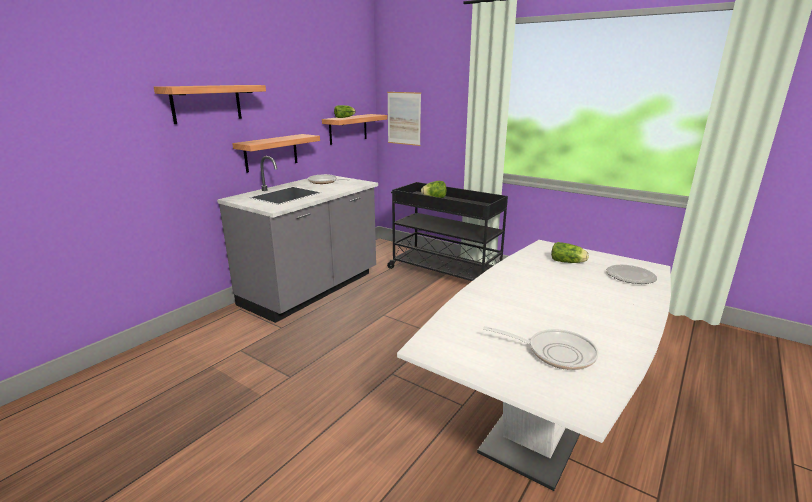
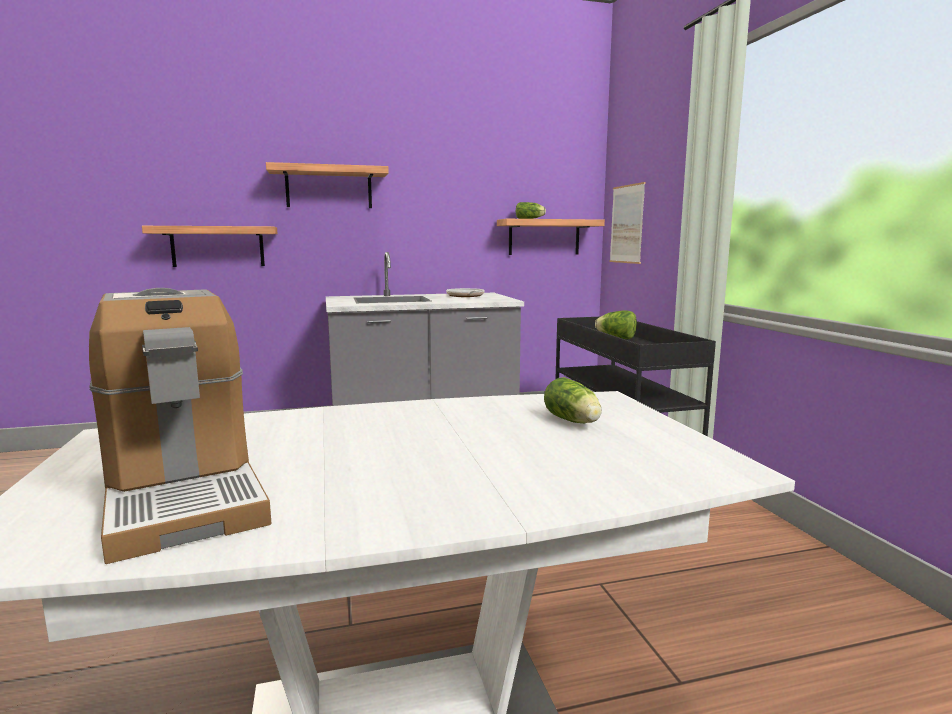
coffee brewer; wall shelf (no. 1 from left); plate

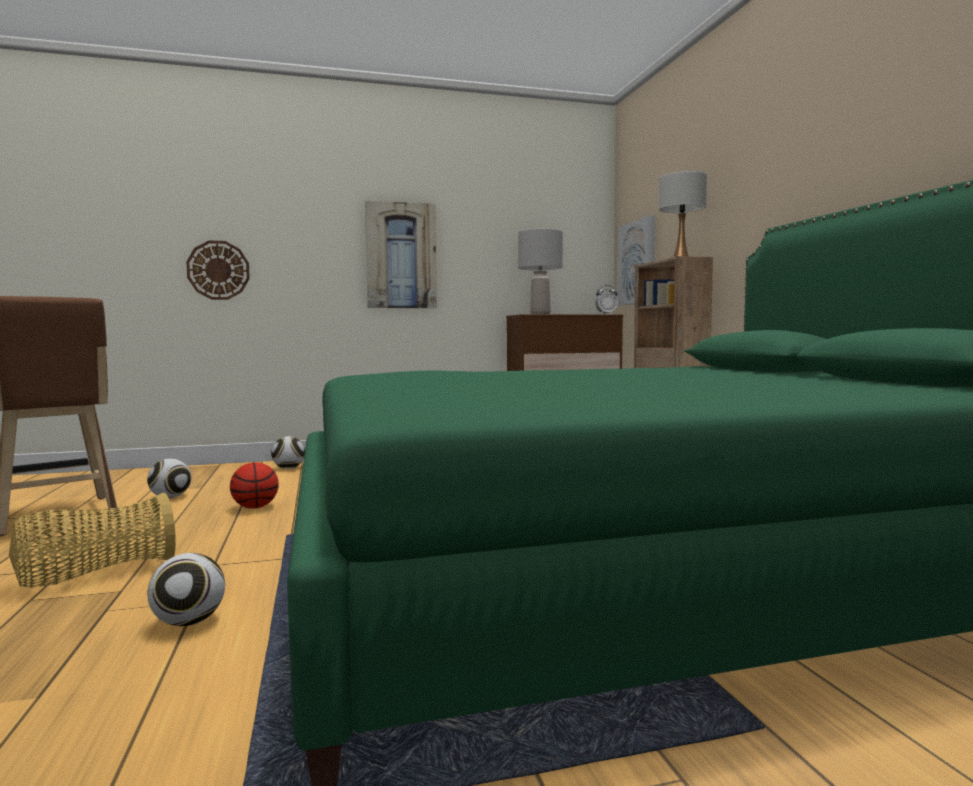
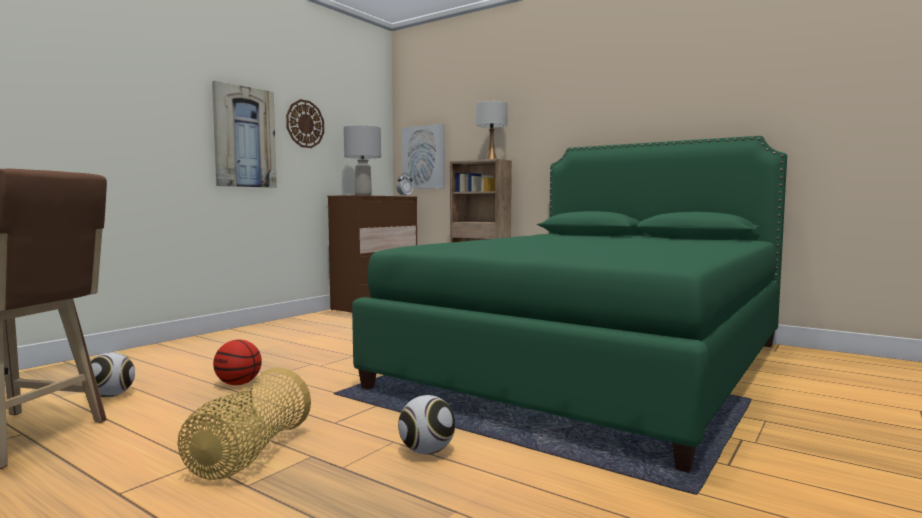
hanging clock; football ball (no. 3 from left in the first image)

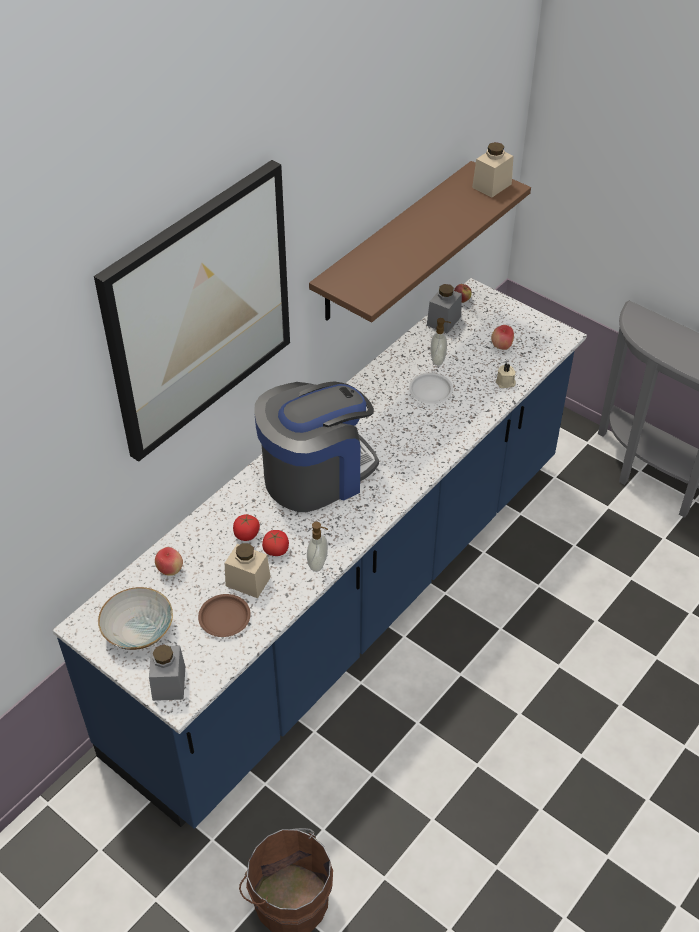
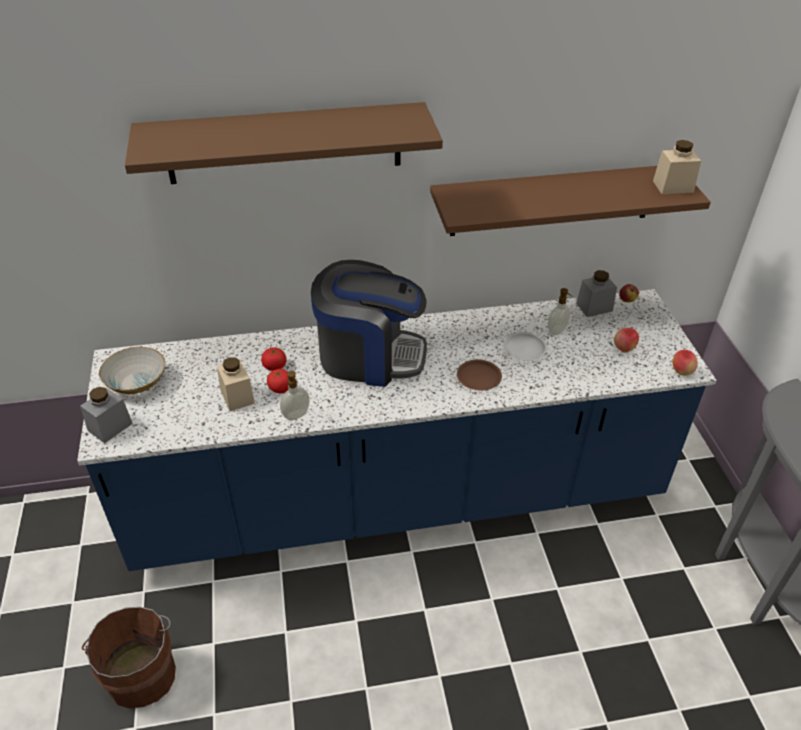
brown wall shelf (no. 1 from left); brown plate; apple fruit (no. 3 from left); beige-coloured wax light

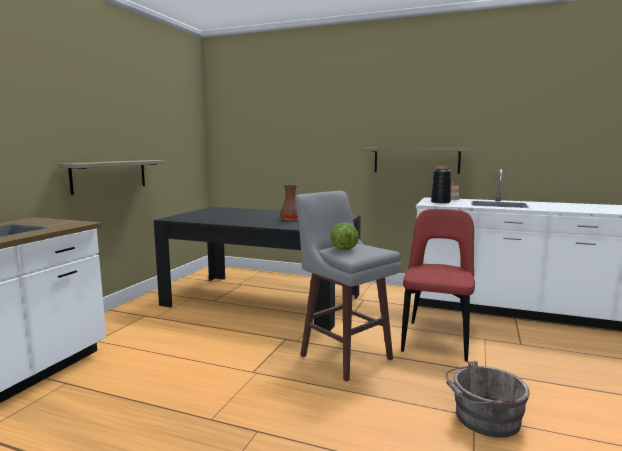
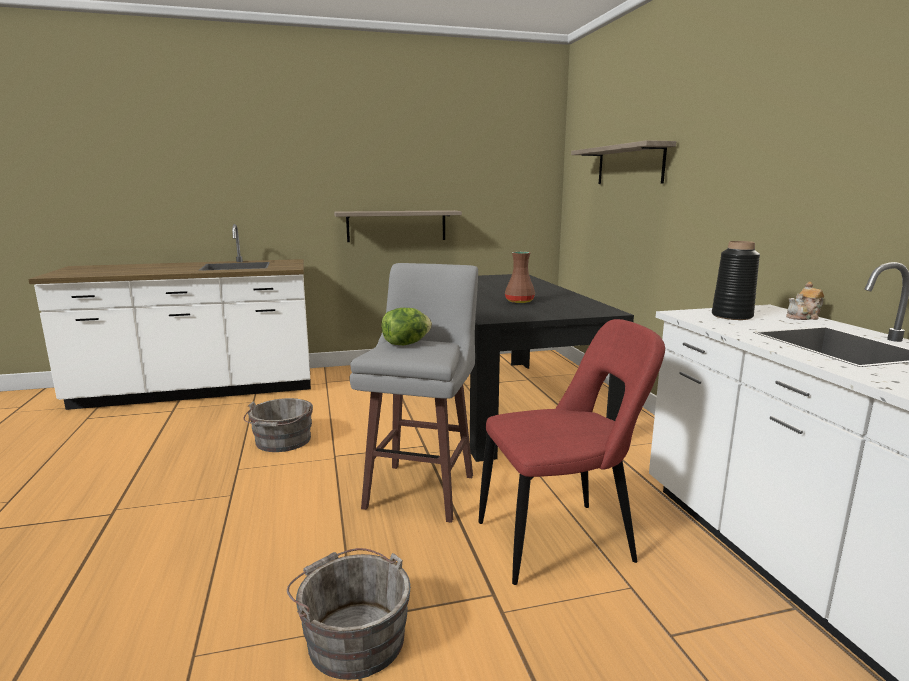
grey pail (no. 1 from left); wall shelf (no. 2 from left)

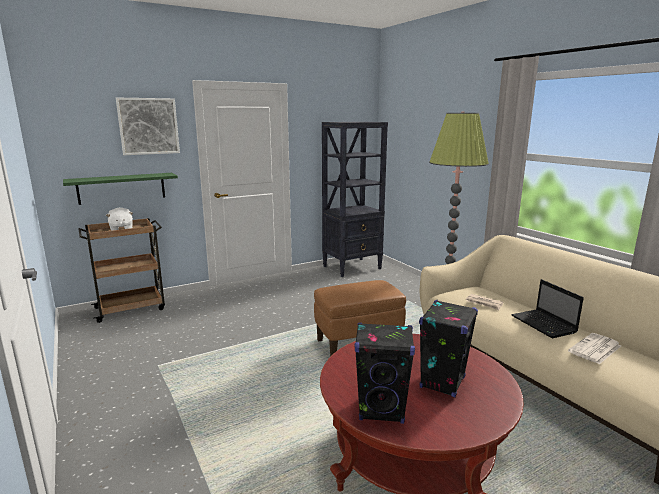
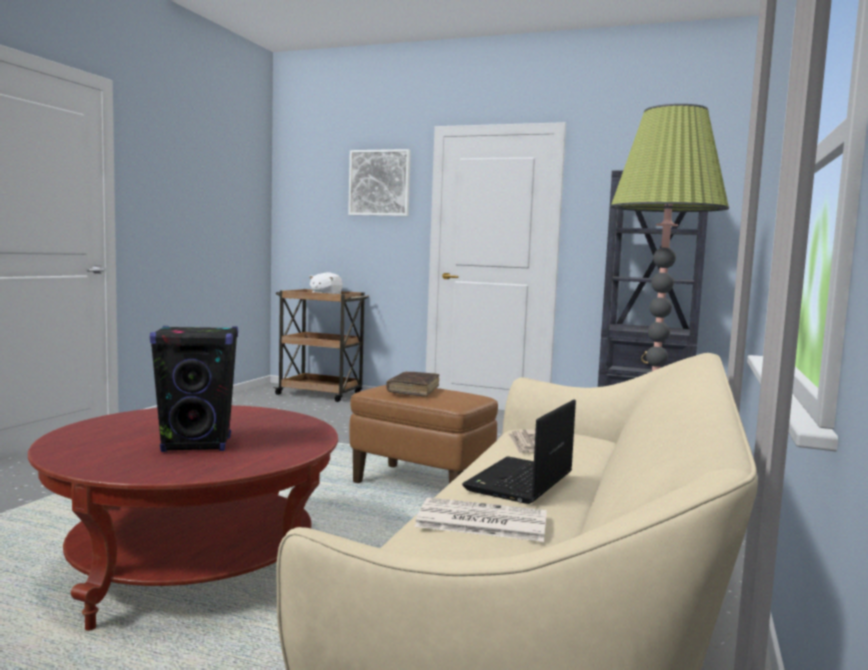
brown book; greenish wall shelf; blackish speaker (no. 1 from left in the first image)

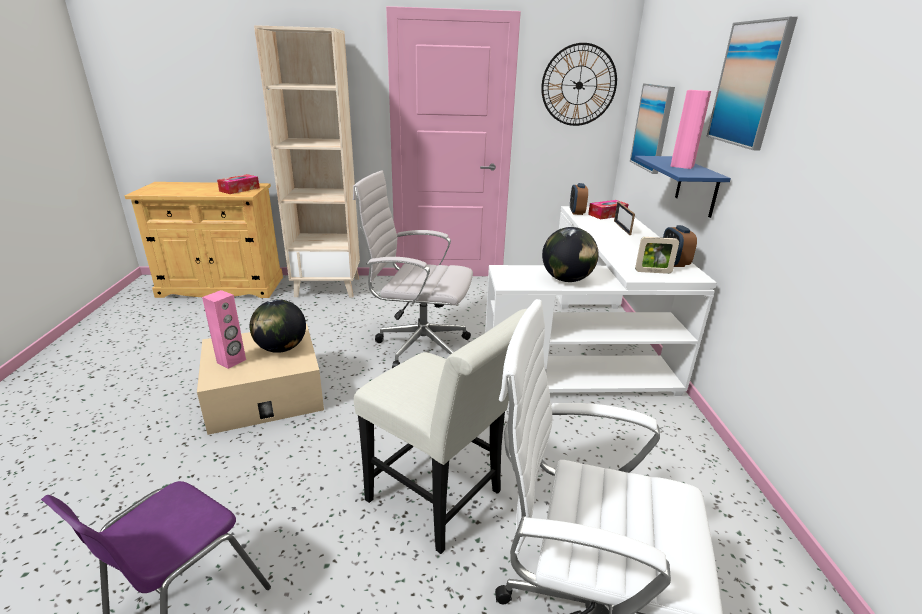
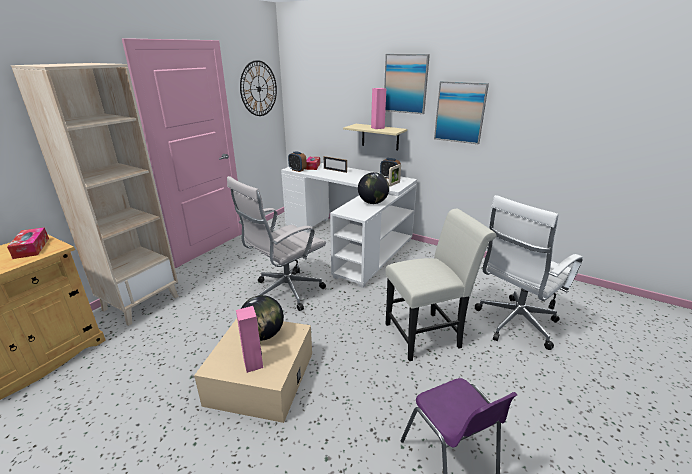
beige-coloured wall shelf; wall art (no. 2 from left)

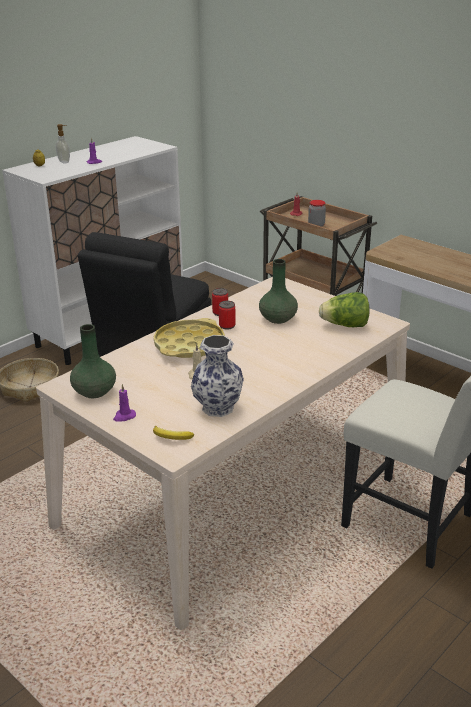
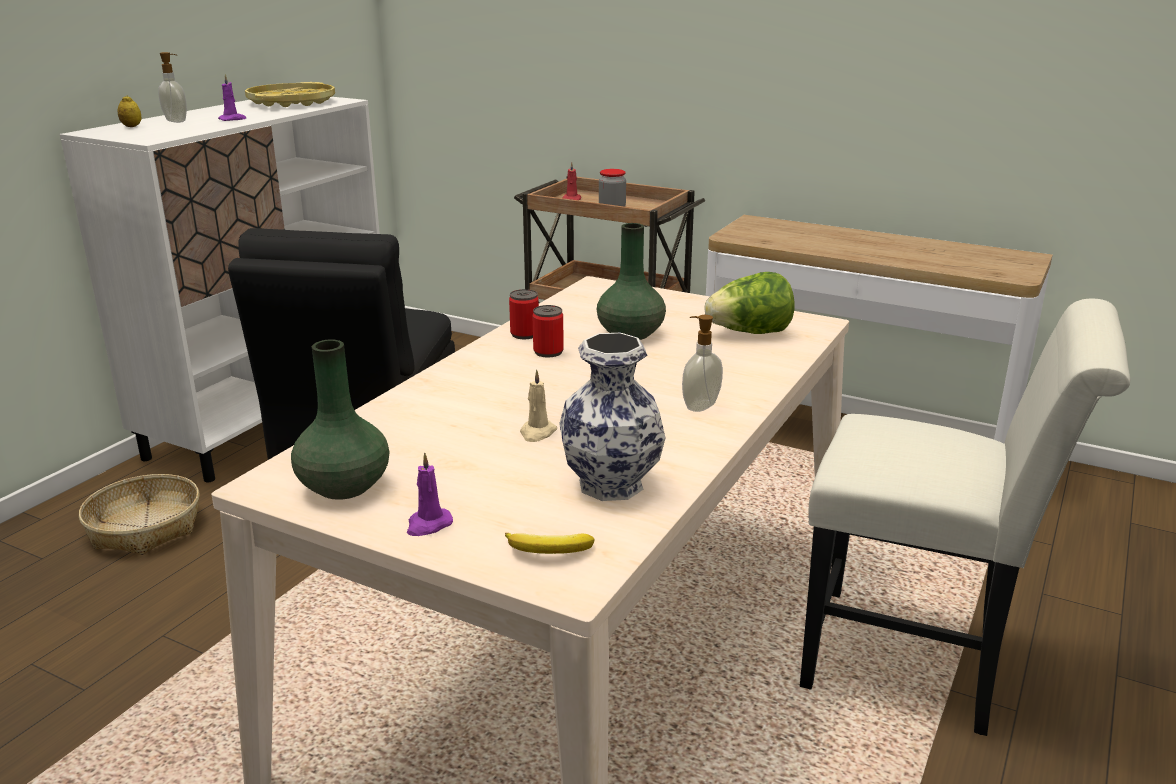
yellowish carrying tray; liquid soap bottle (no. 2 from left)

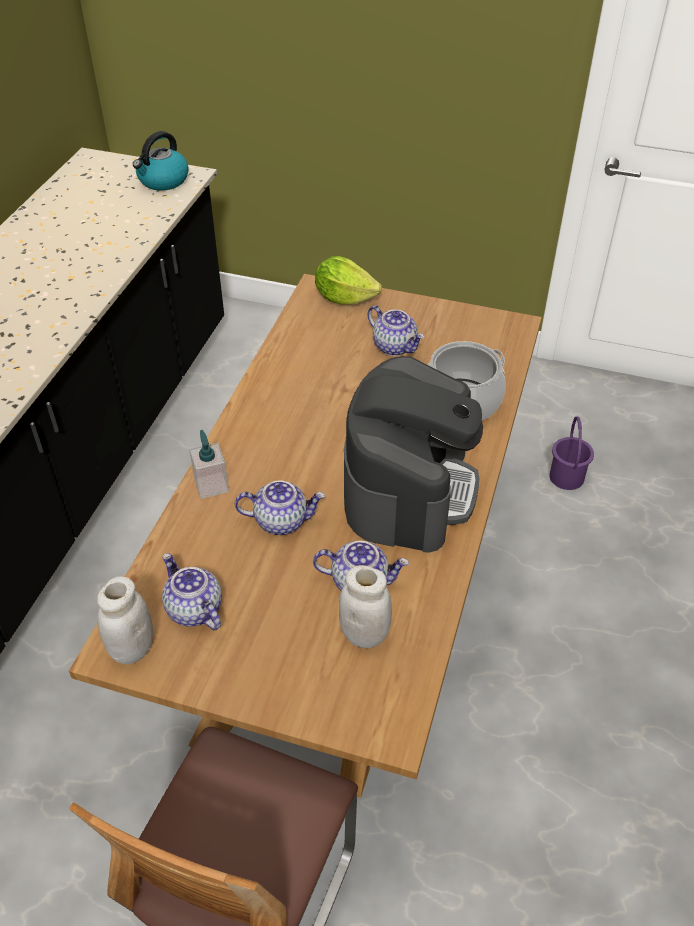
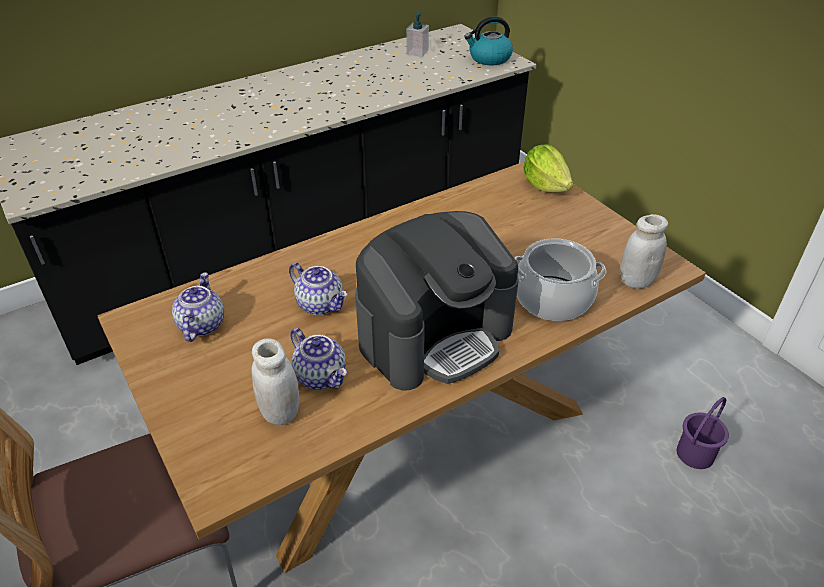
liquid soap bottle; white-coloured jar (no. 2 from left); pot for tea (no. 4 from left in the first image)

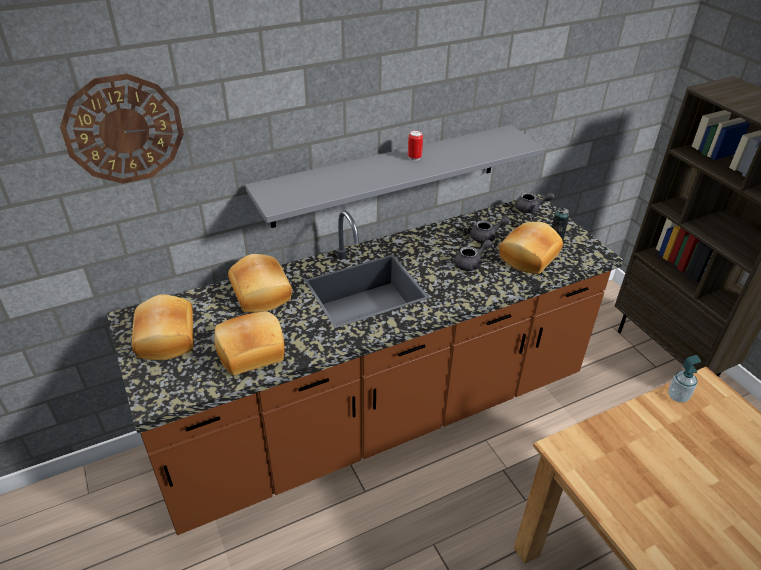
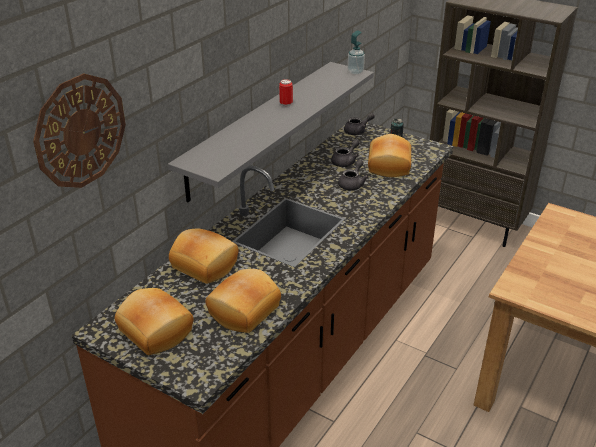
liquid soap bottle

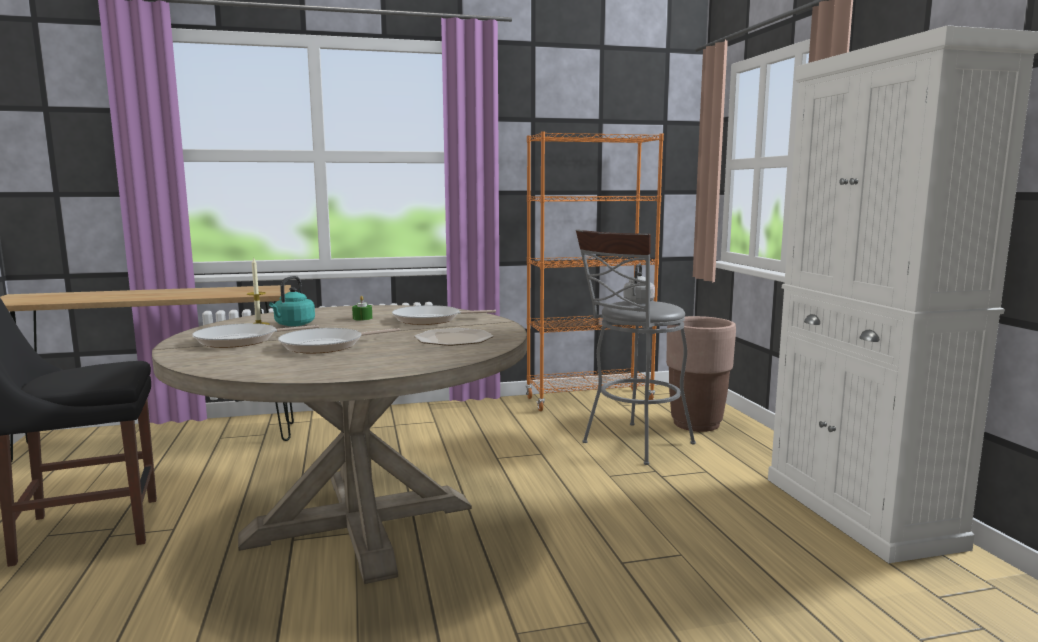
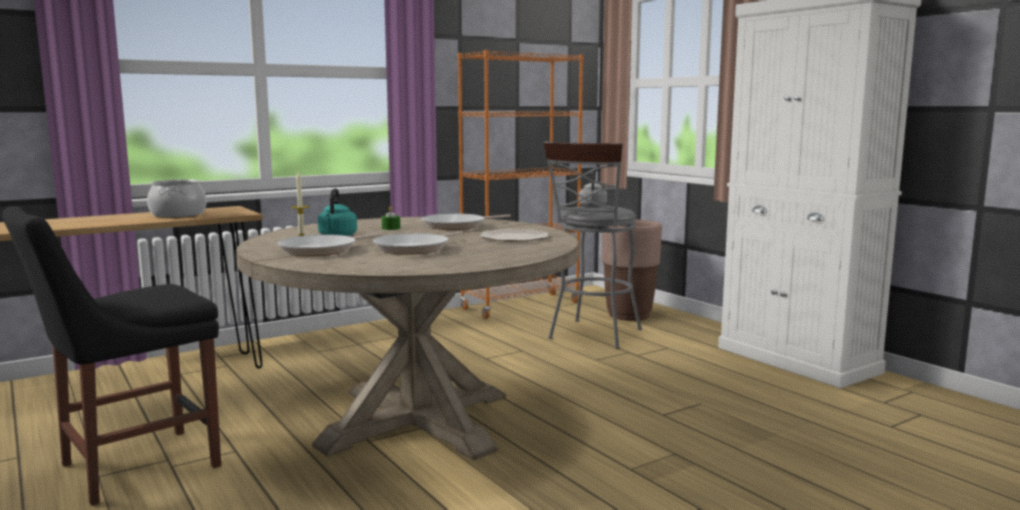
stockpot

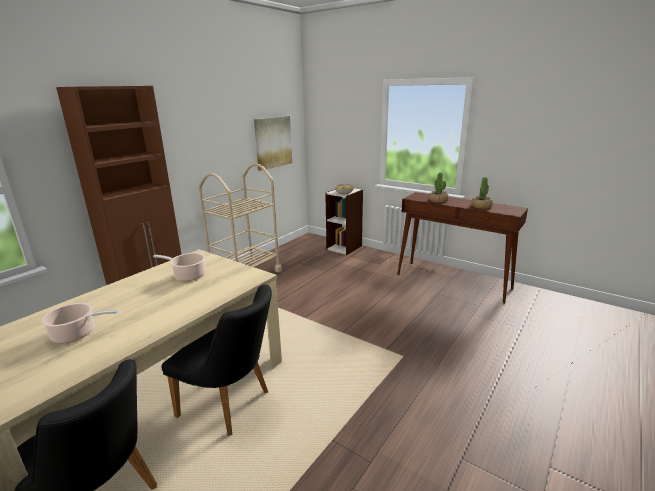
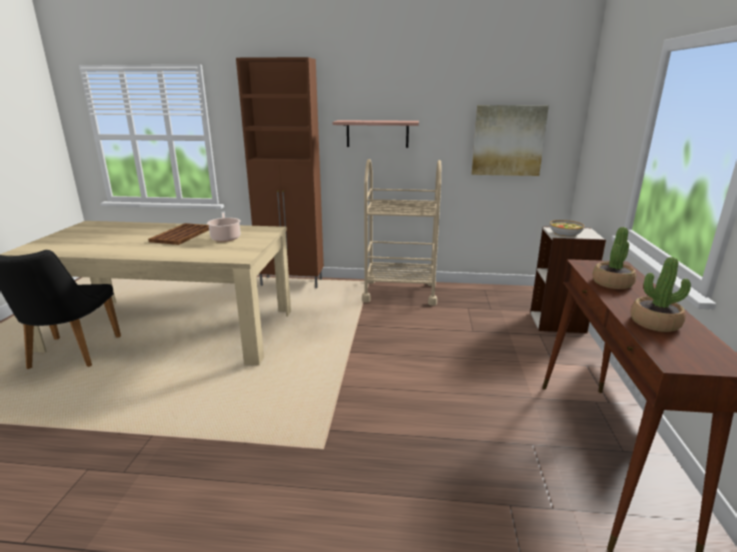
brown carrying tray; wall shelf; stockpot (no. 1 from left in the first image); blackish chair (no. 2 from left in the first image)

